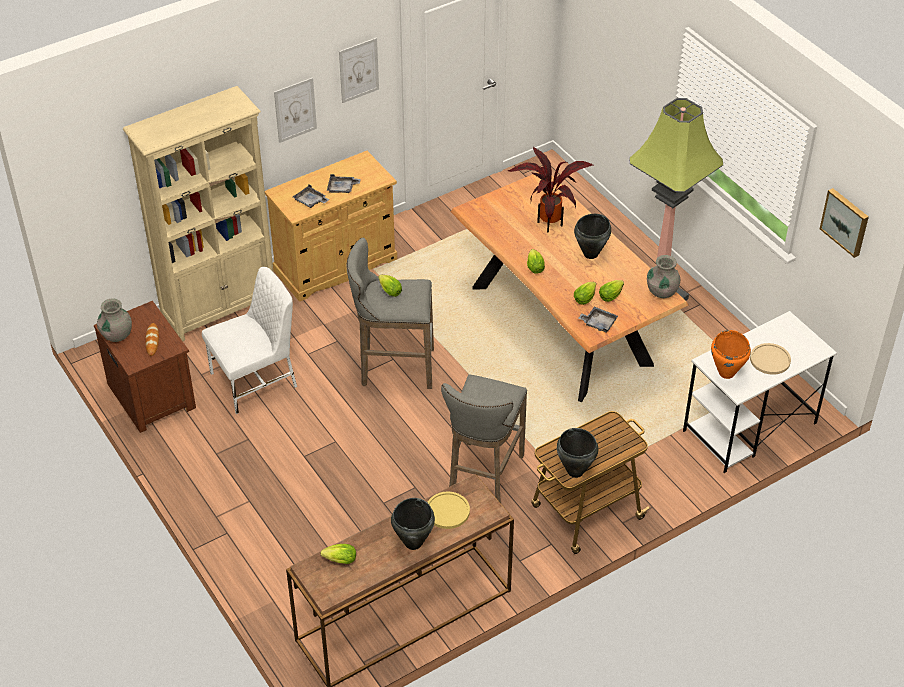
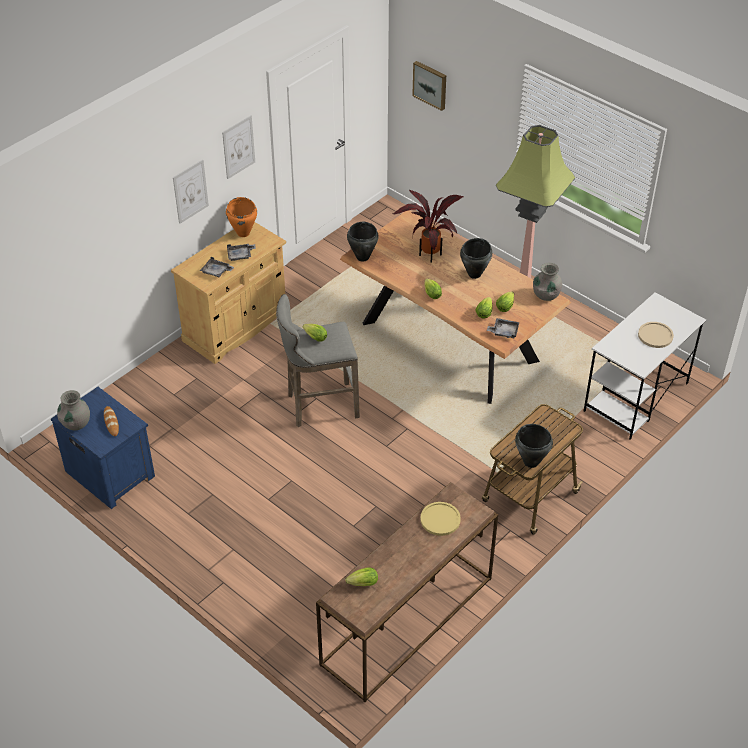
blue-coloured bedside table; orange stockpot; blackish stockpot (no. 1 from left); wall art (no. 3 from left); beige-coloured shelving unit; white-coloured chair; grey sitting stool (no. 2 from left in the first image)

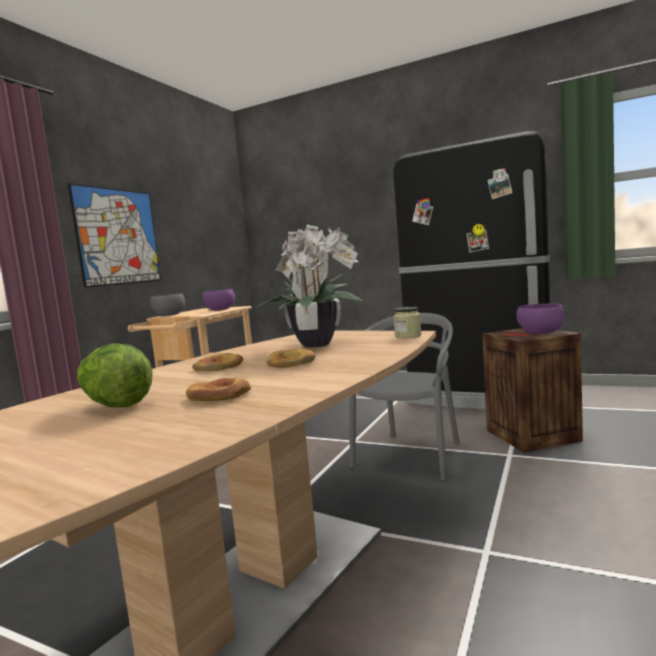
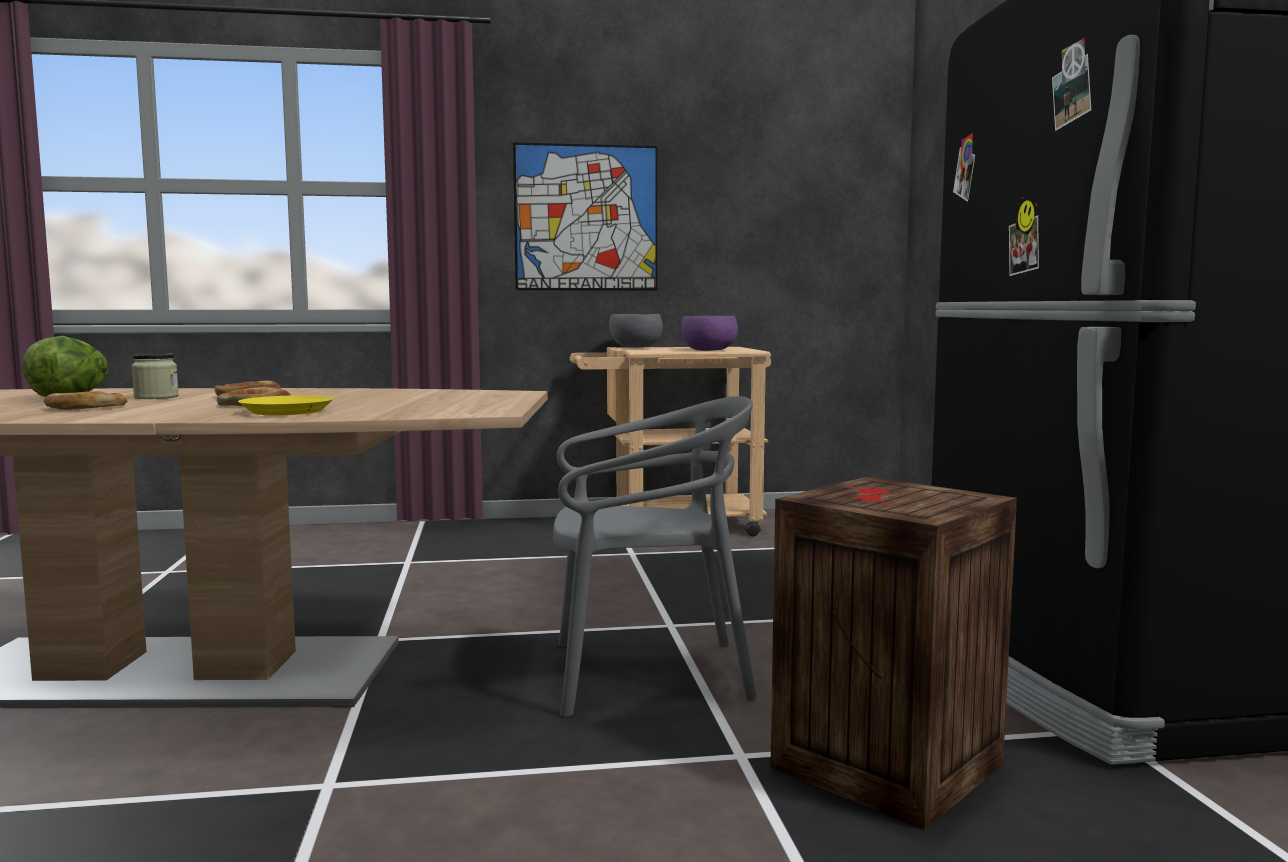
jar; yellowish plate; plant in a pot; purple deep dish (no. 2 from left in the first image)

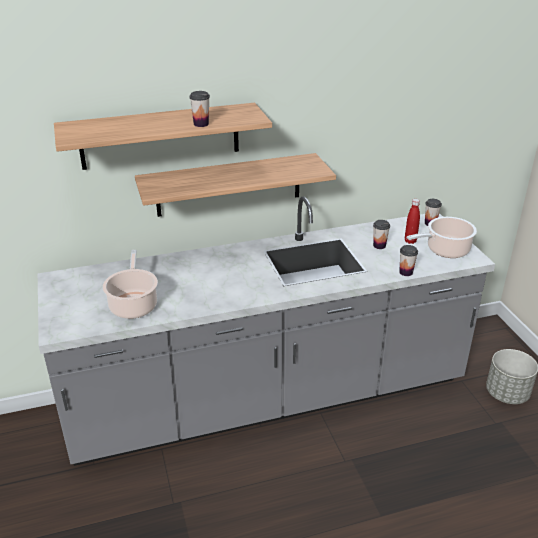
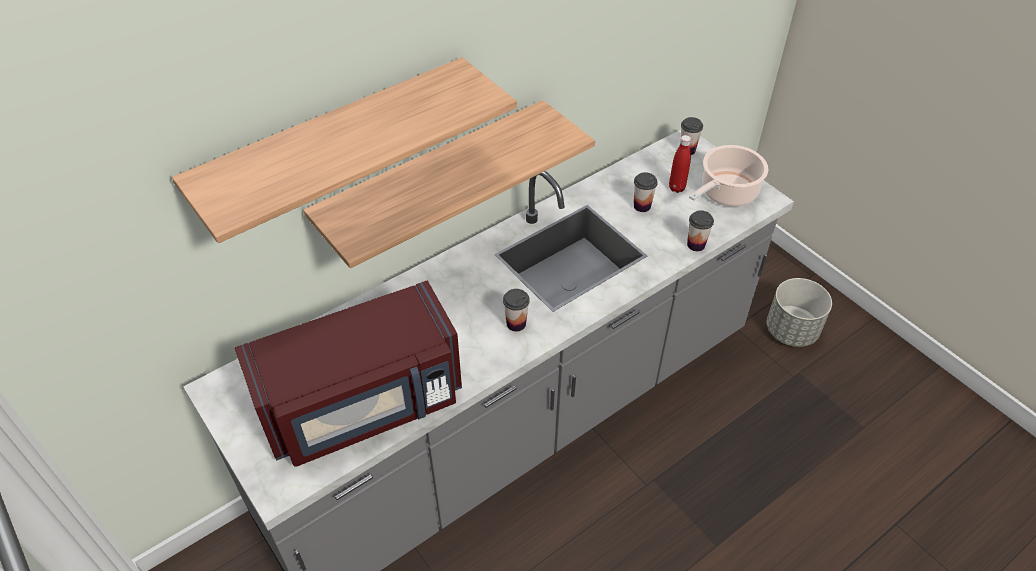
red-coloured microwave; cup (no. 1 from left)

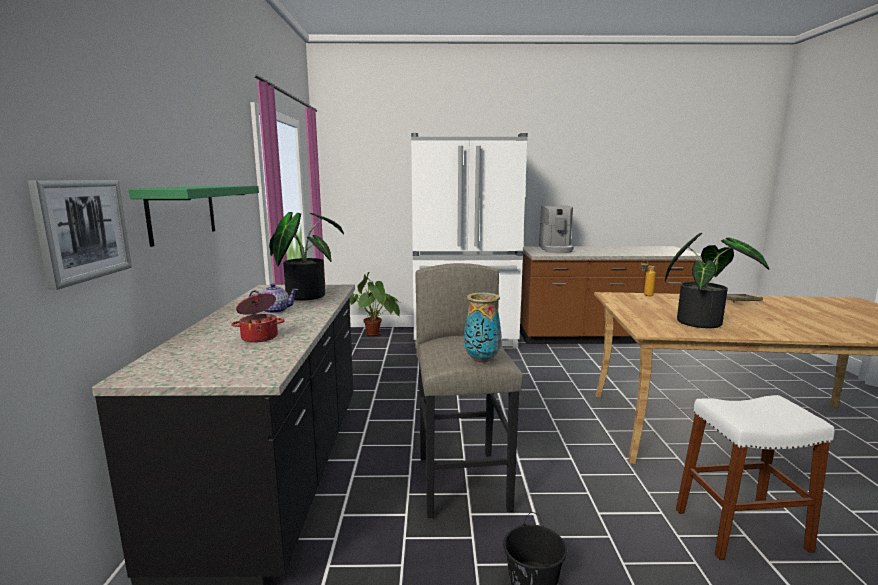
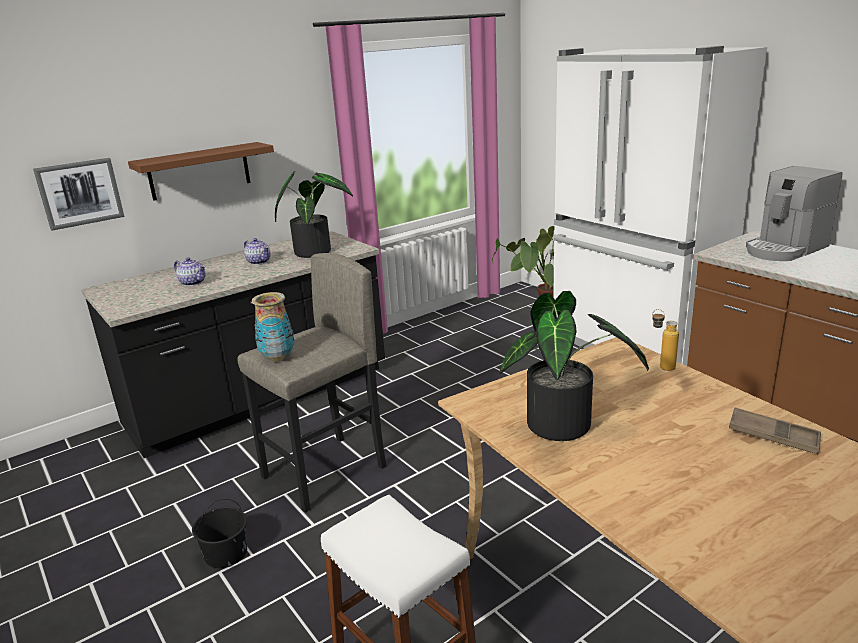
brown wall shelf; pot for tea (no. 1 from left)

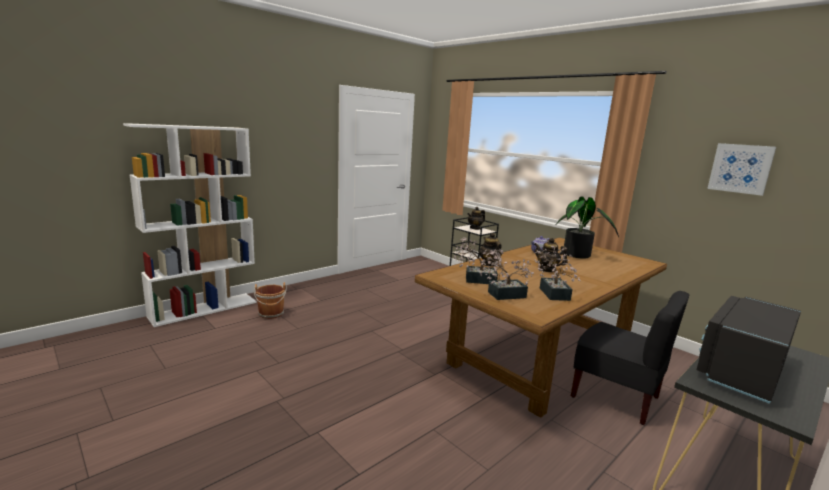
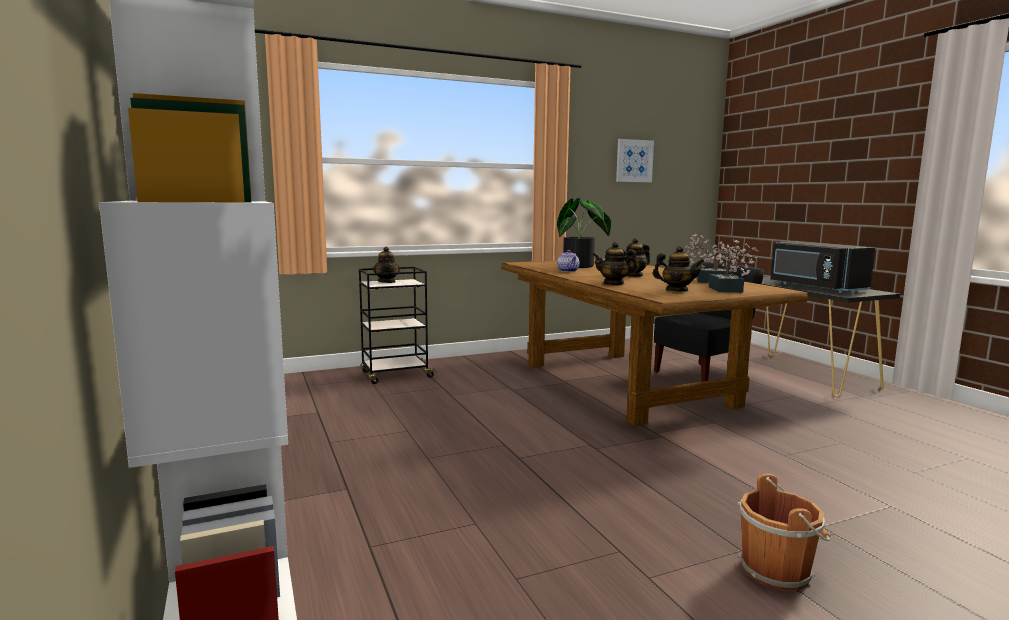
pot for tea (no. 5 from left); brown pail

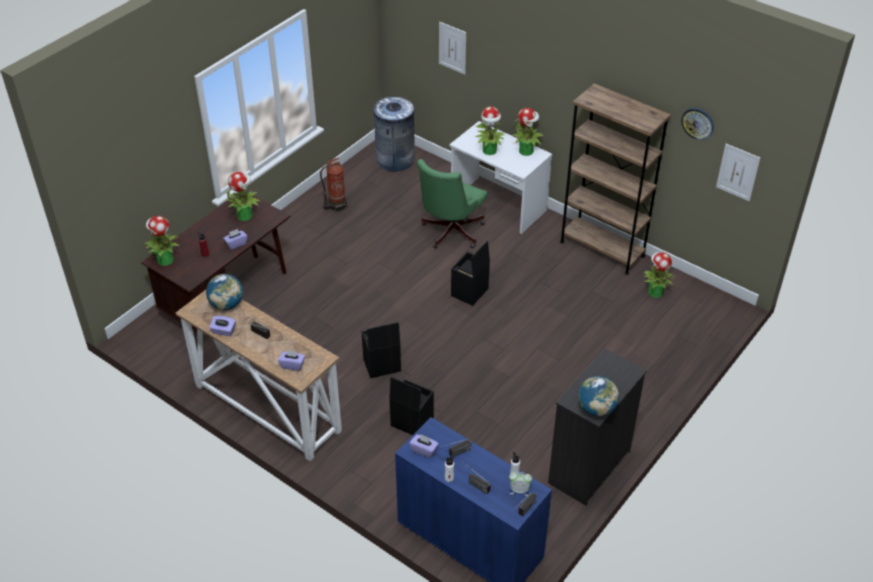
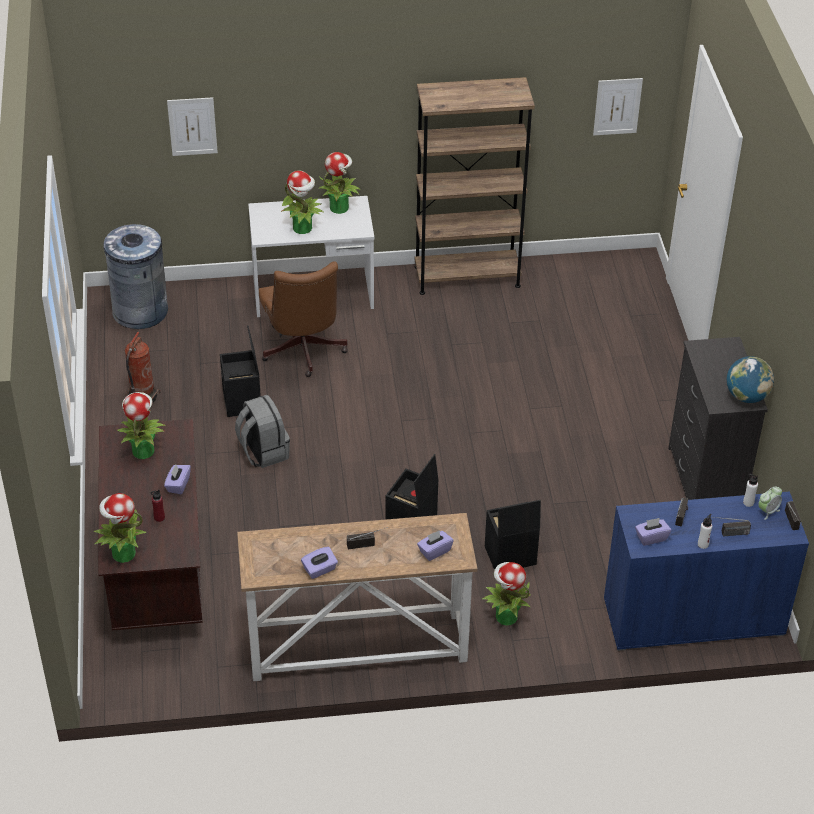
blackish storage container (no. 1 from left); grey backpack; brown computer chair; plant in a pot (no. 5 from left); desk globe (no. 1 from left in the first image); hanging clock

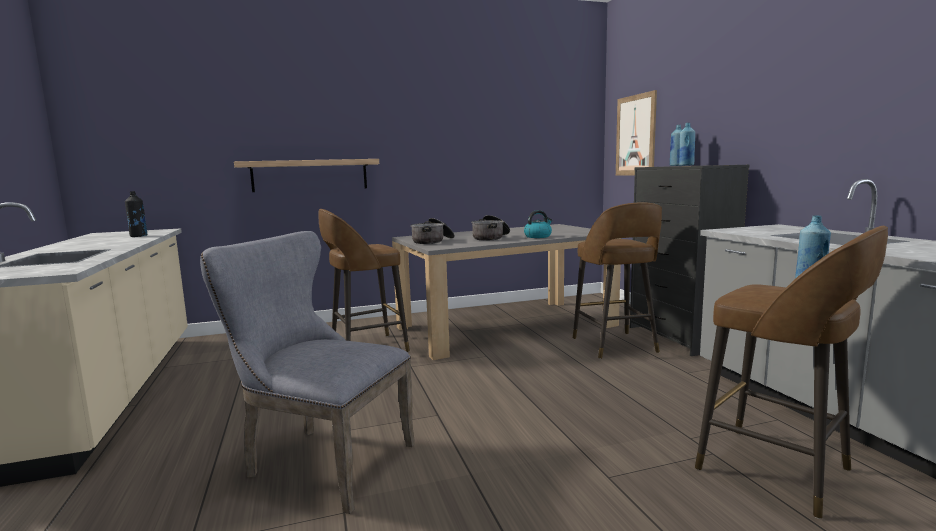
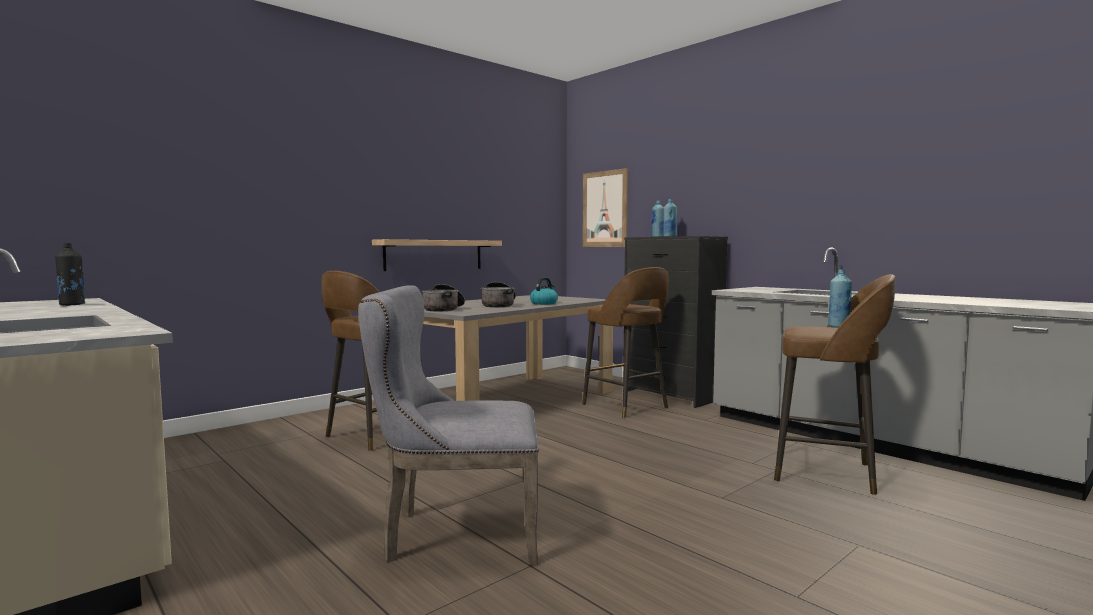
wall shelf

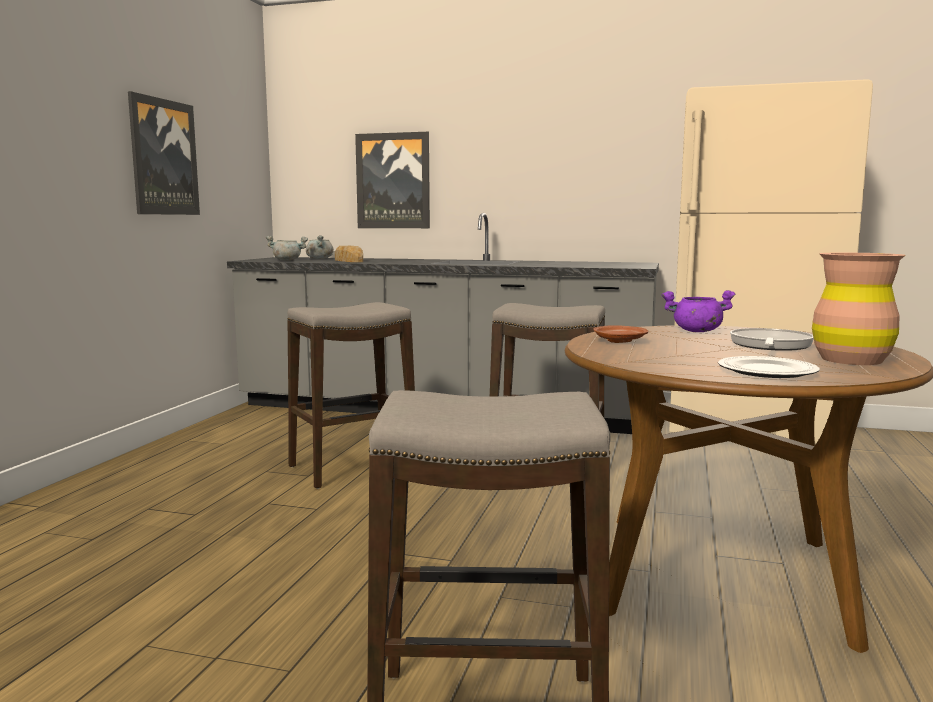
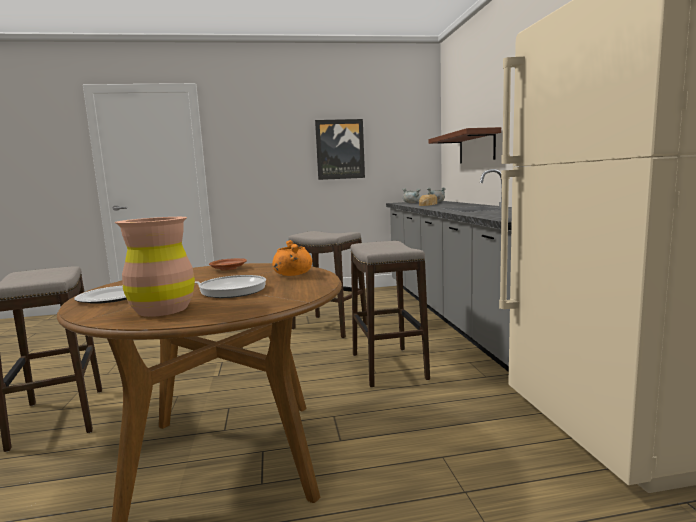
orange stockpot; brown wall shelf

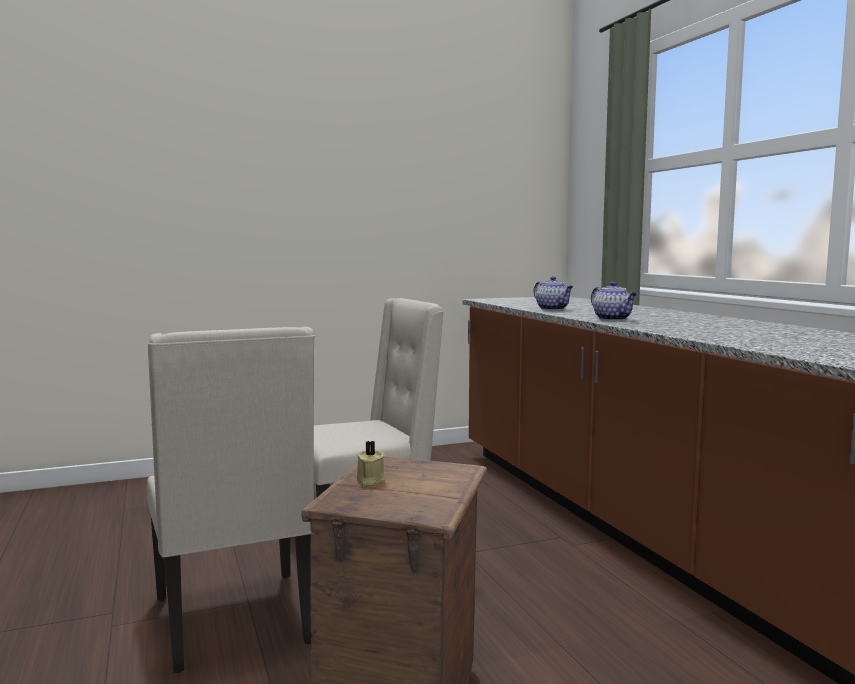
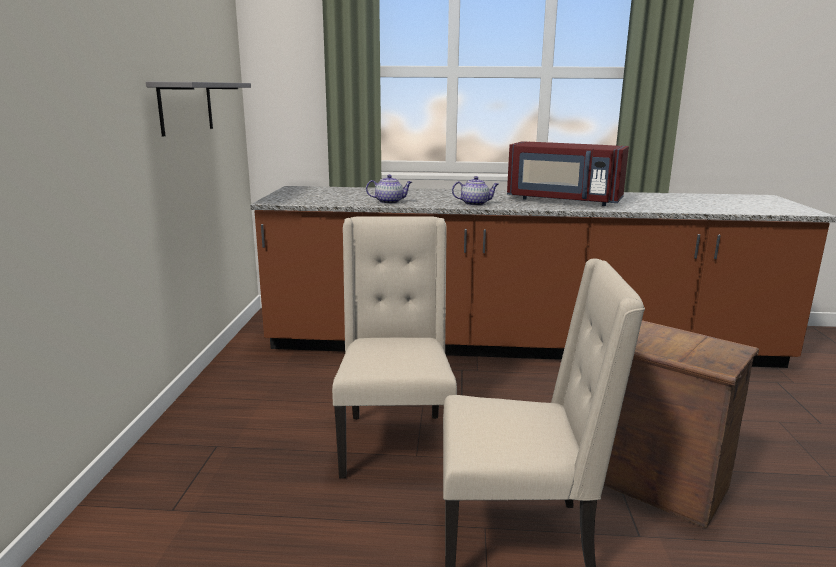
grey wall shelf; red-coloured microwave; beige-coloured wax light

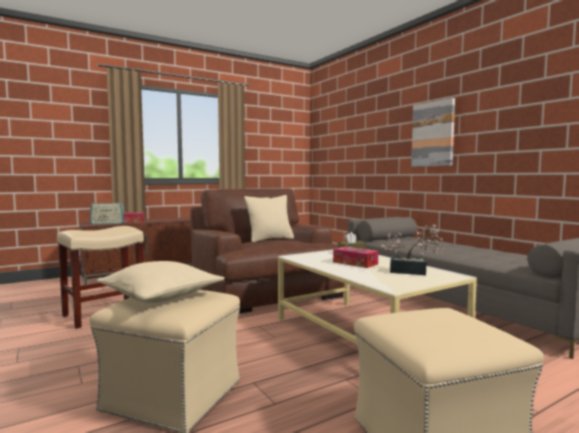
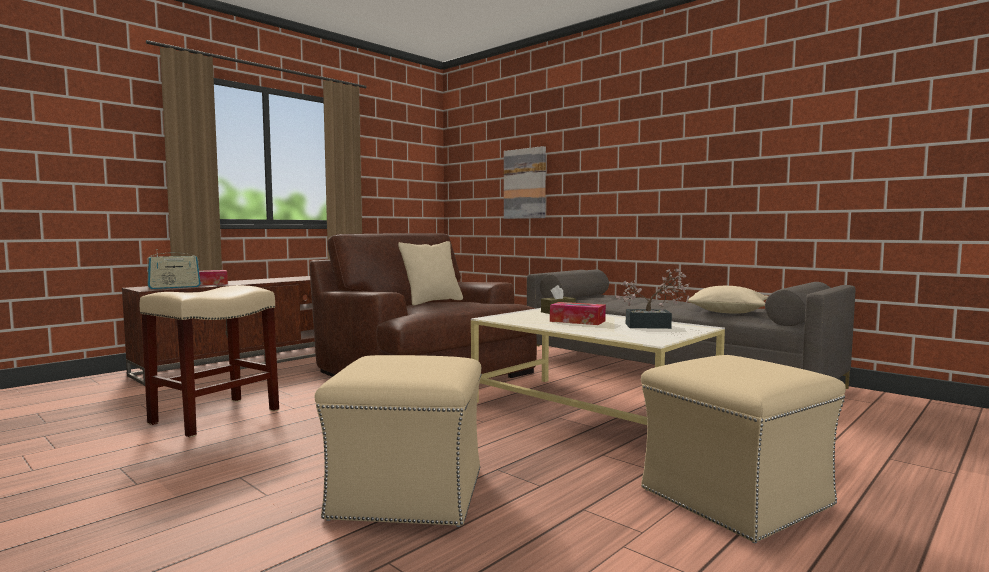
wall art; beige-coloured cushion (no. 2 from left)

